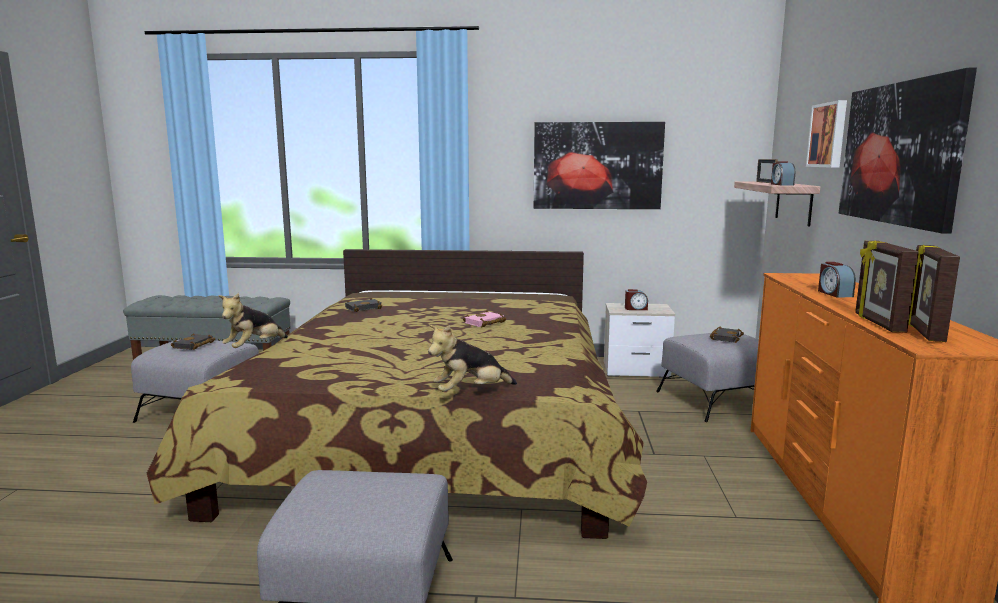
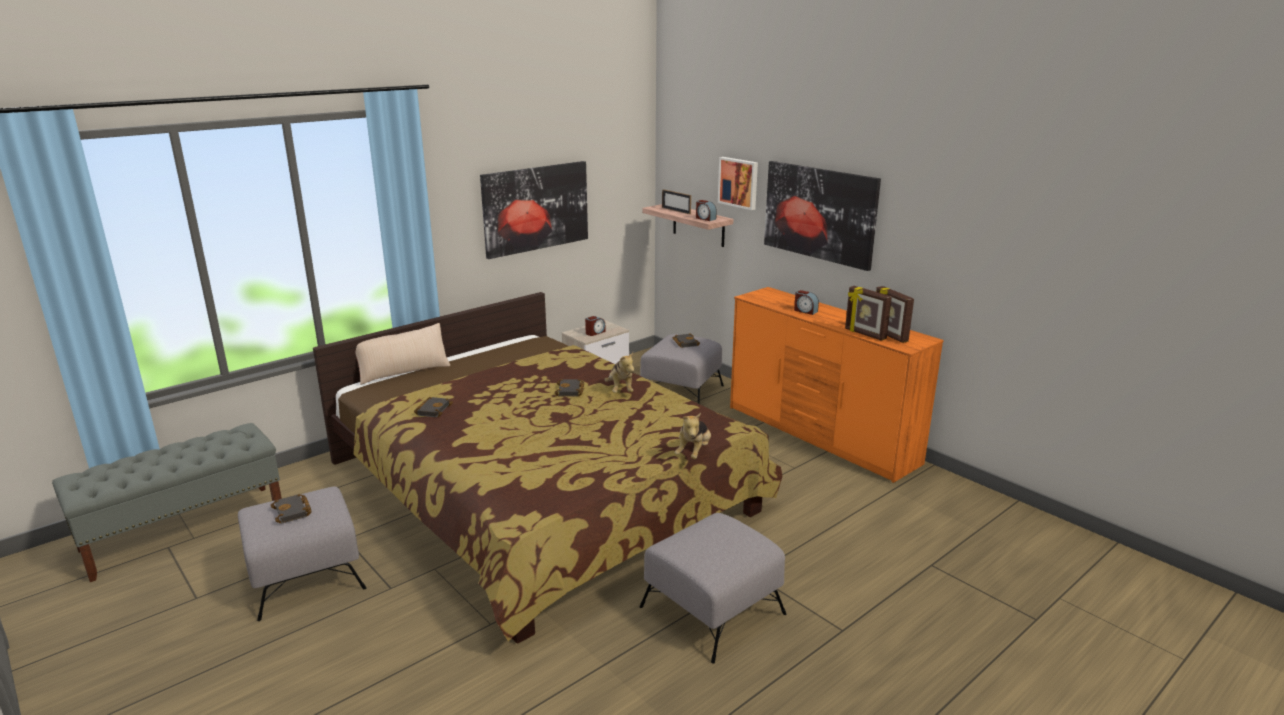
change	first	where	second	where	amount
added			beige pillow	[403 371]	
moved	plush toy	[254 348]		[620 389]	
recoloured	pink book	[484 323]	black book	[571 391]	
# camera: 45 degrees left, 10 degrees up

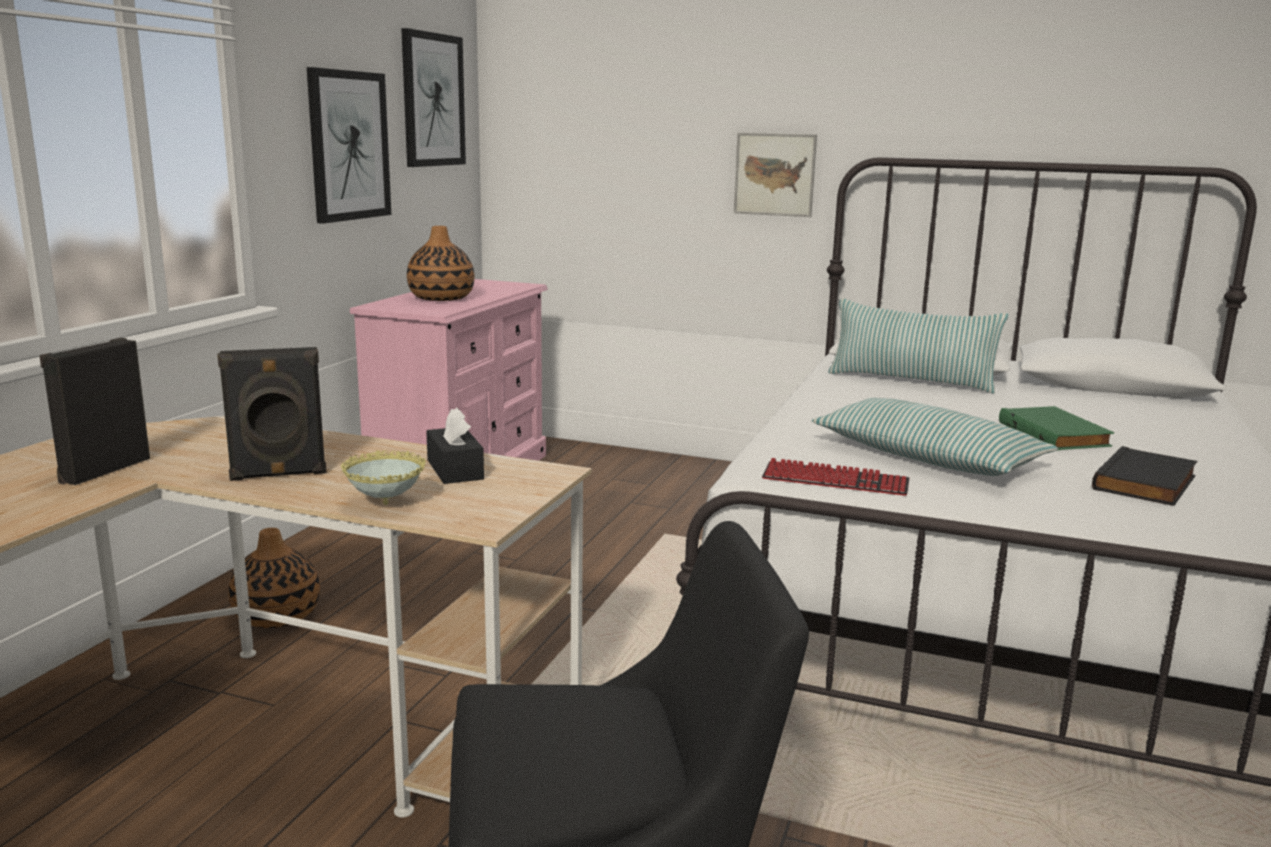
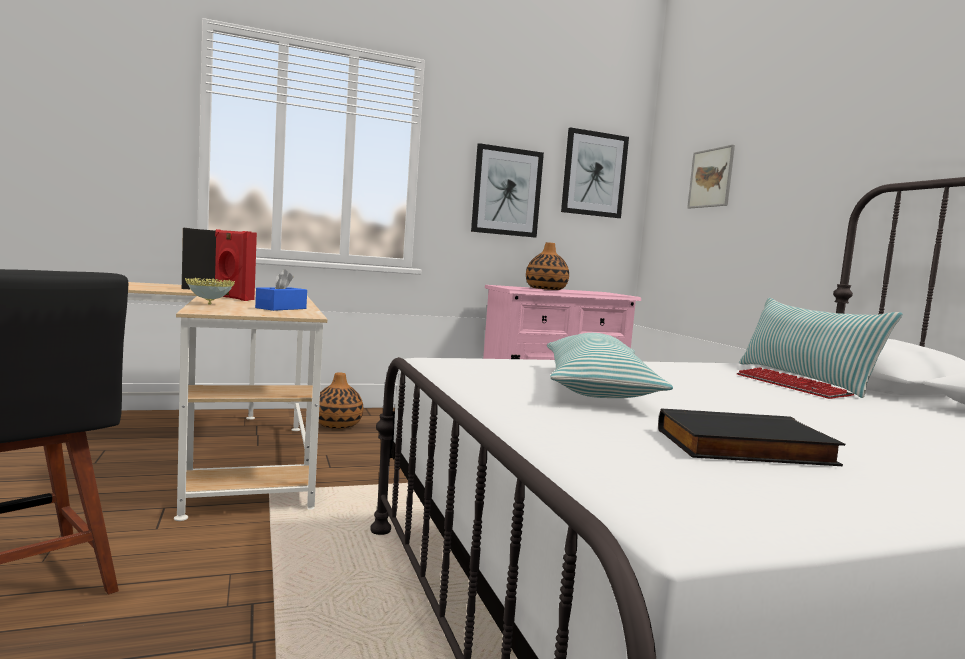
change	first	where	second	where	amount
removed	green book	[1055 434]			
moved	picture	[774 174]		[711 178]	
moved	keyboard	[835 481]		[790 386]	
recoloured	black speaker	[278 474]	red speaker	[232 298]	
recoloured	black tissue box	[455 470]	blue tissue box	[281 308]	
# camera: 50 degrees right, 10 degrees down

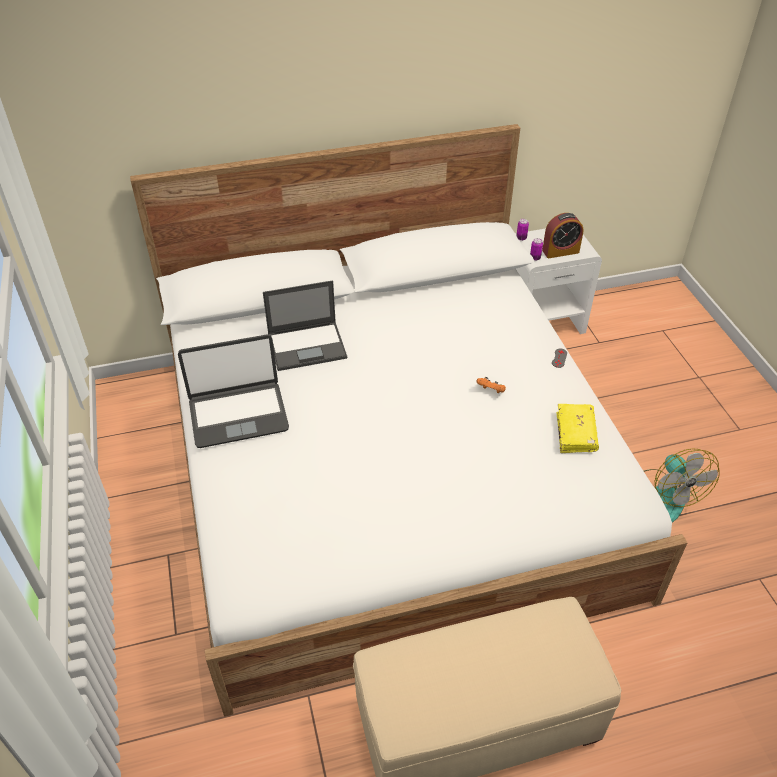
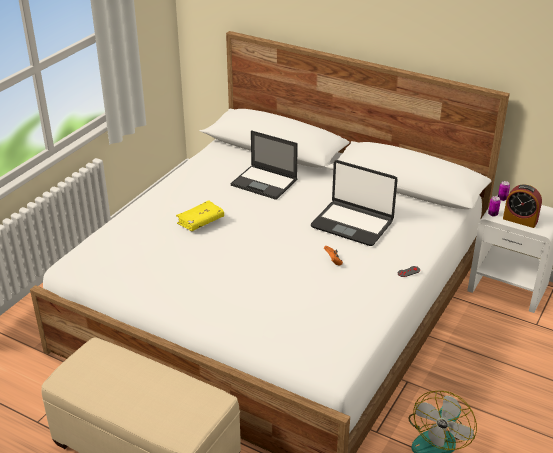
change	first	where	second	where	amount
moved	laptop	[238 414]		[352 224]	
moved	yellow book	[575 433]		[200 221]	
# camera: 45 degrees right, 10 degrees down

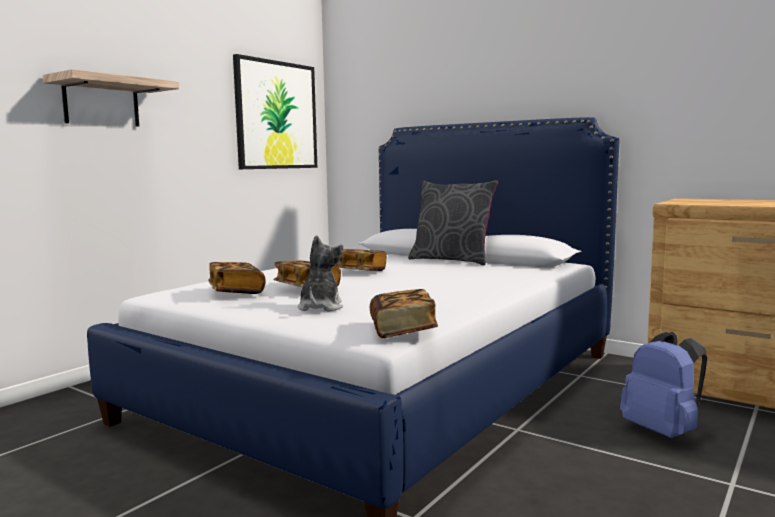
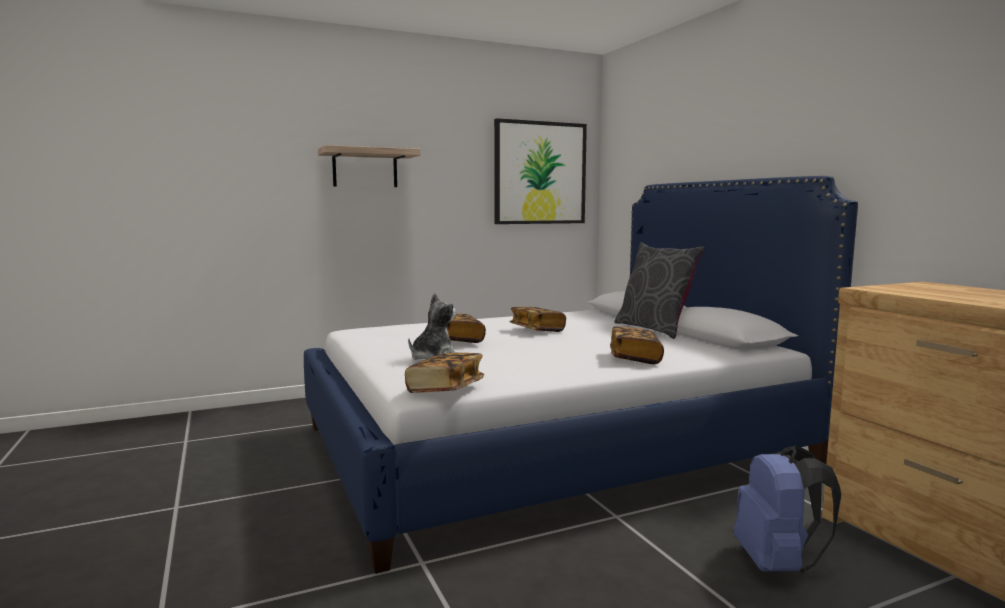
change	first	where	second	where	amount
moved	book	[236 291]		[635 358]	
# camera: 30 degrees right, 0 degrees up

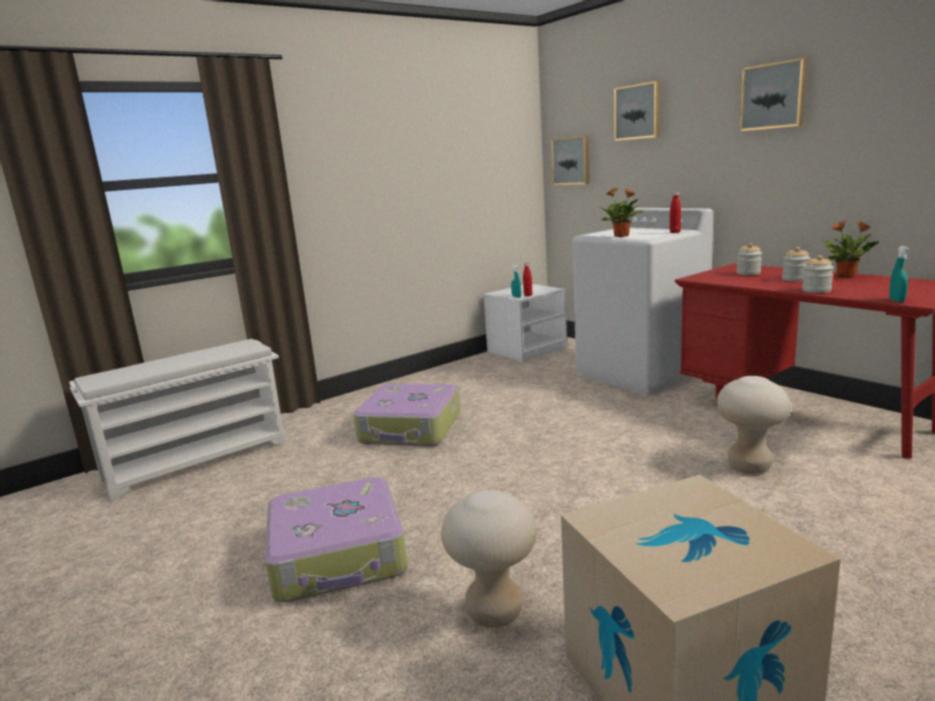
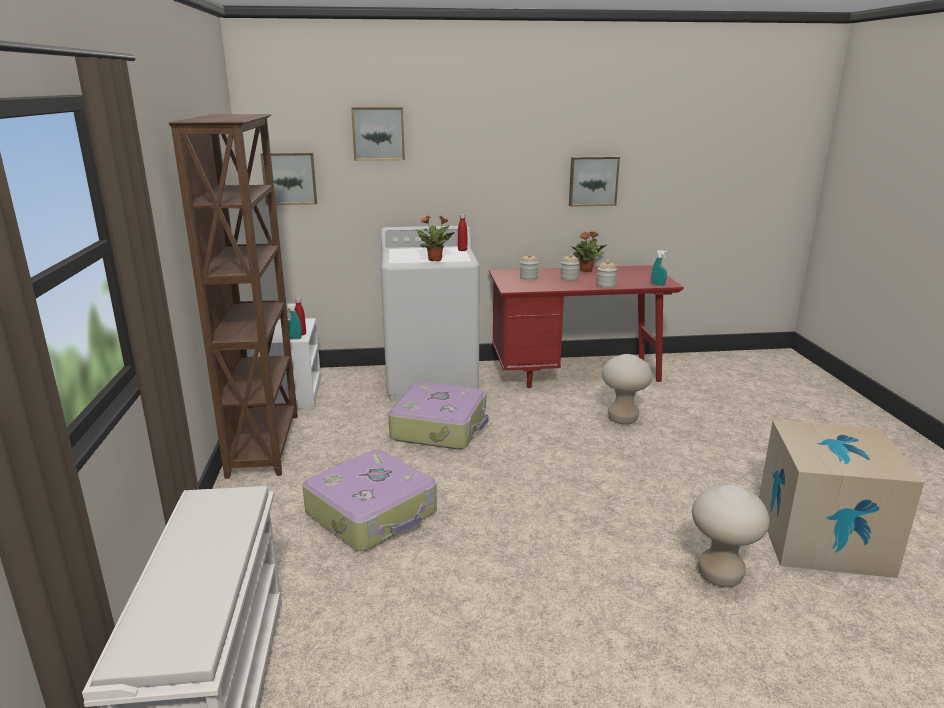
change	first	where	second	where	amount
added			brown bookcase	[265 444]	
moved	suitcase	[339 556]		[440 427]	
moved	picture	[773 96]		[593 181]	
# camera: 60 degrees left, 5 degrees up

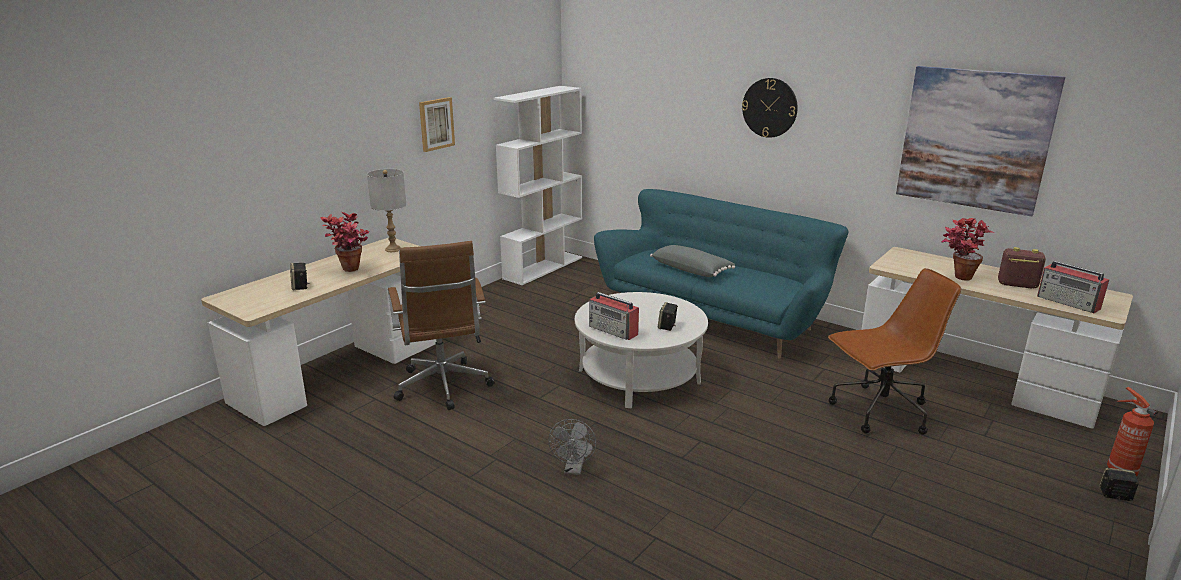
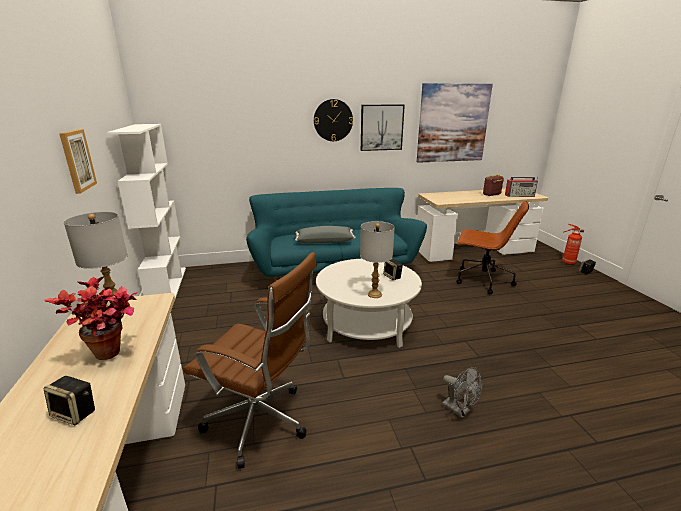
change	first	where	second	where	amount
removed	potted plant	[956 277]			
added			picture	[381 127]	
replaced	radio	[613 330]	grey table lamp	[375 294]	
turned	brown office chair	[879 412]		[482 280]	90 degrees clockwise
# camera: 50 degrees left, 0 degrees up

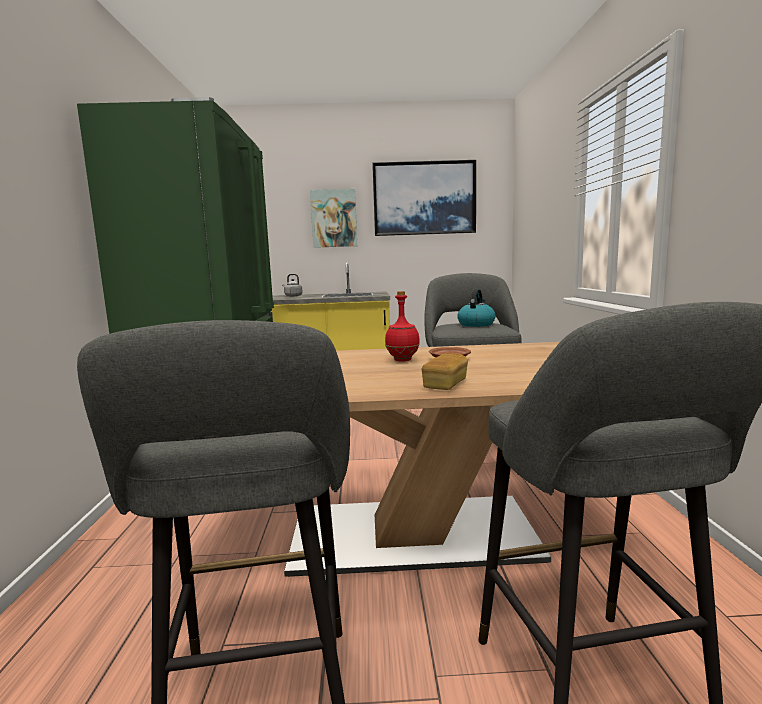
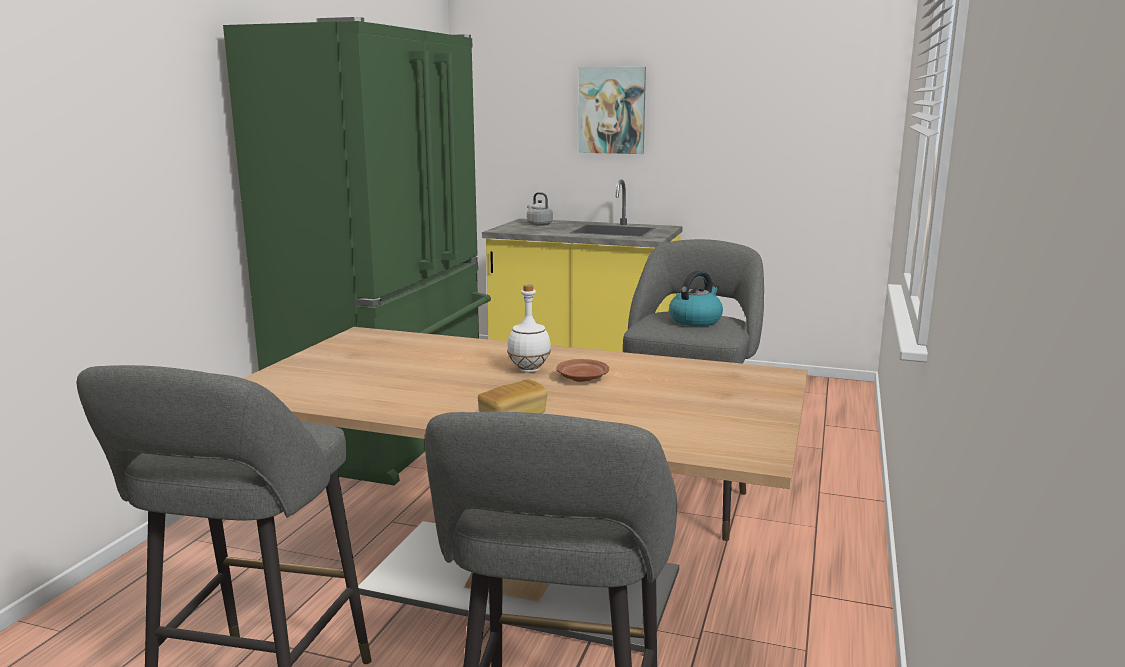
change	first	where	second	where	amount
removed	picture	[424 198]			
recoloured	red bottle	[402 360]	white bottle	[529 370]	
# camera: 20 degrees right, 5 degrees up

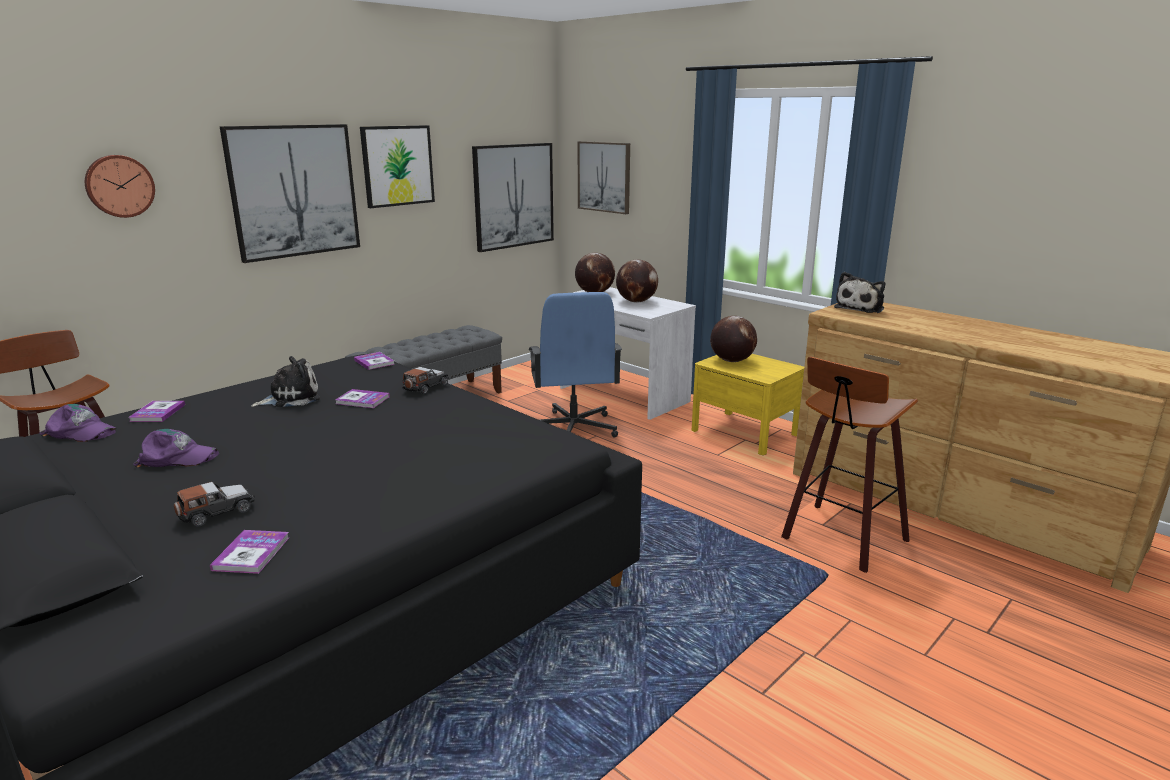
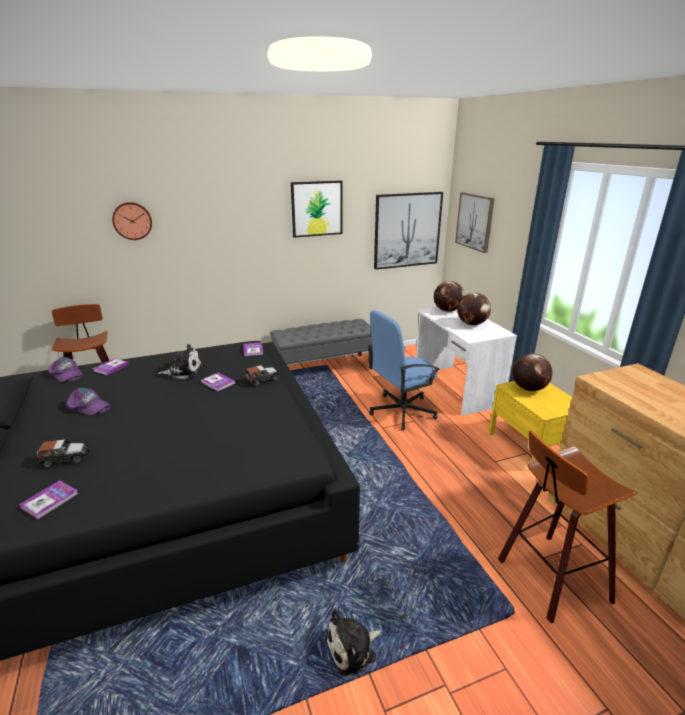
change	first	where	second	where	amount
removed	picture	[294 191]			
moved	plush toy	[861 308]		[353 648]	
turned	blue office chair	[573 429]		[401 411]	45 degrees clockwise
# camera: 25 degrees right, 5 degrees up

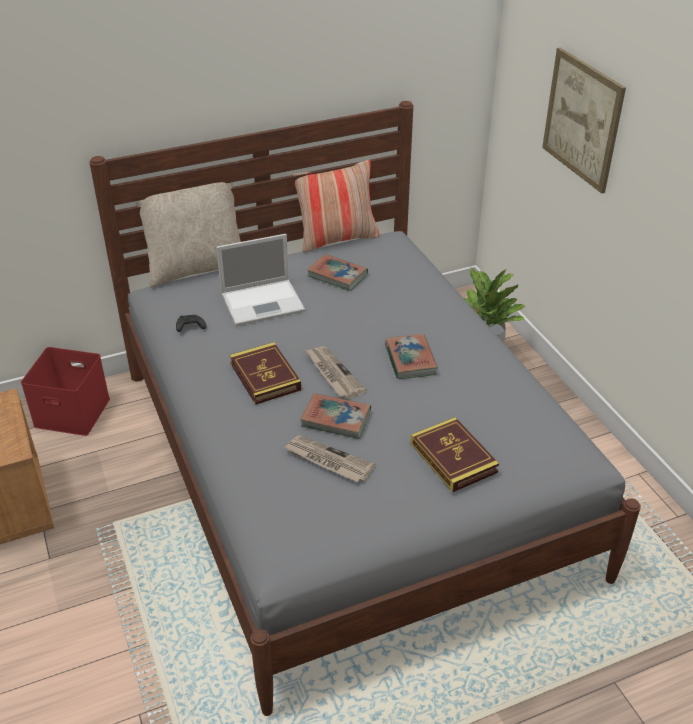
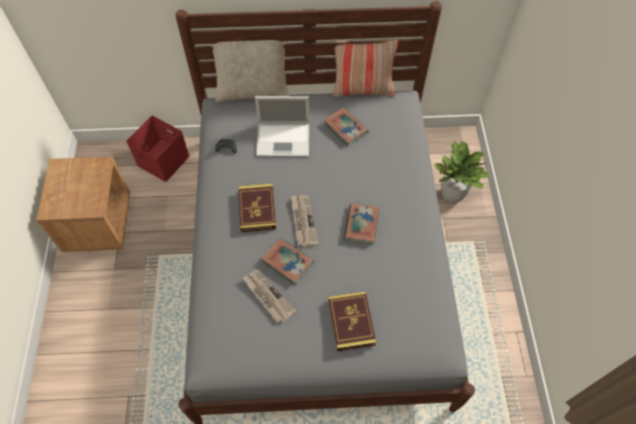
change	first	where	second	where	amount
removed	picture	[582 119]			
# camera: 20 degrees right, 20 degrees up

